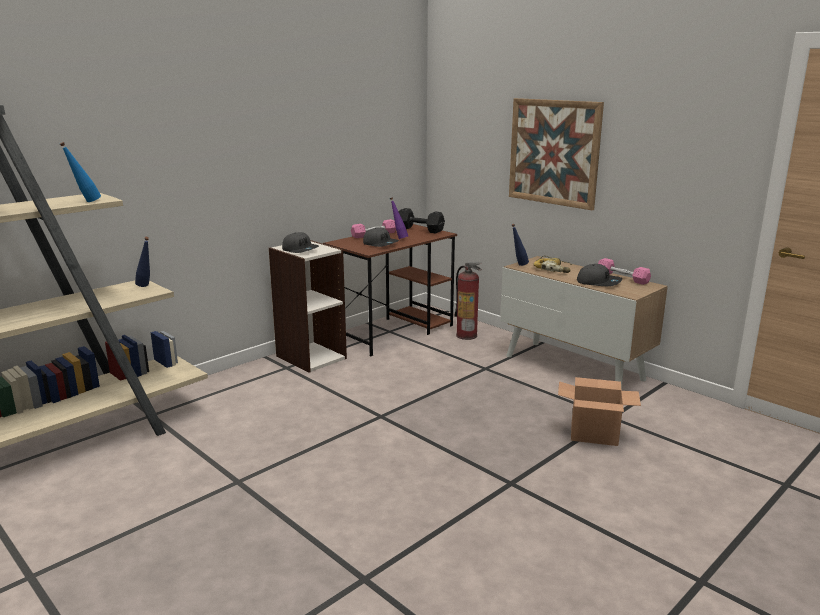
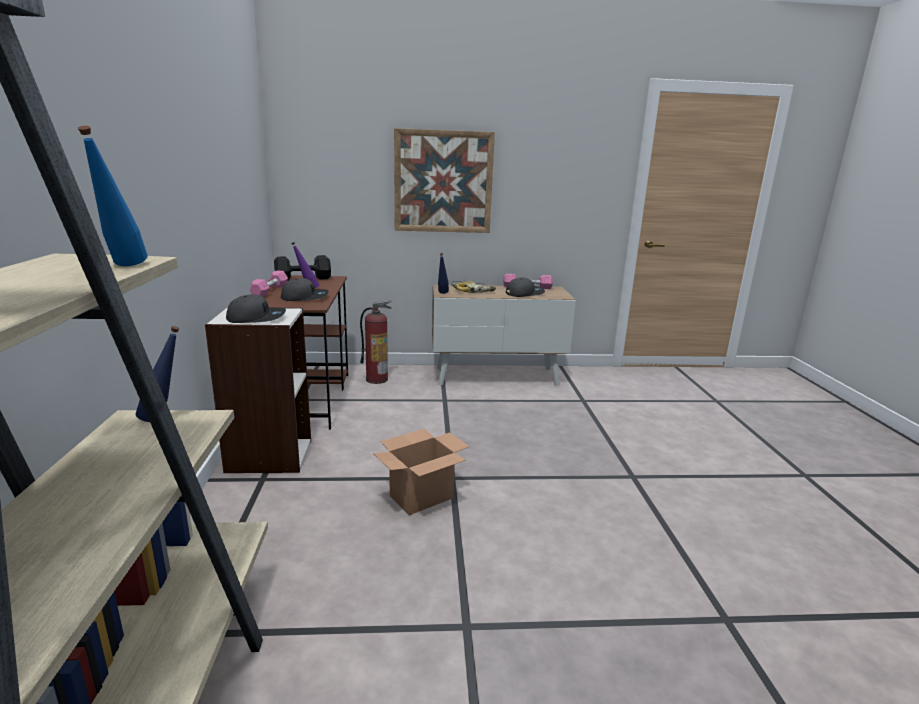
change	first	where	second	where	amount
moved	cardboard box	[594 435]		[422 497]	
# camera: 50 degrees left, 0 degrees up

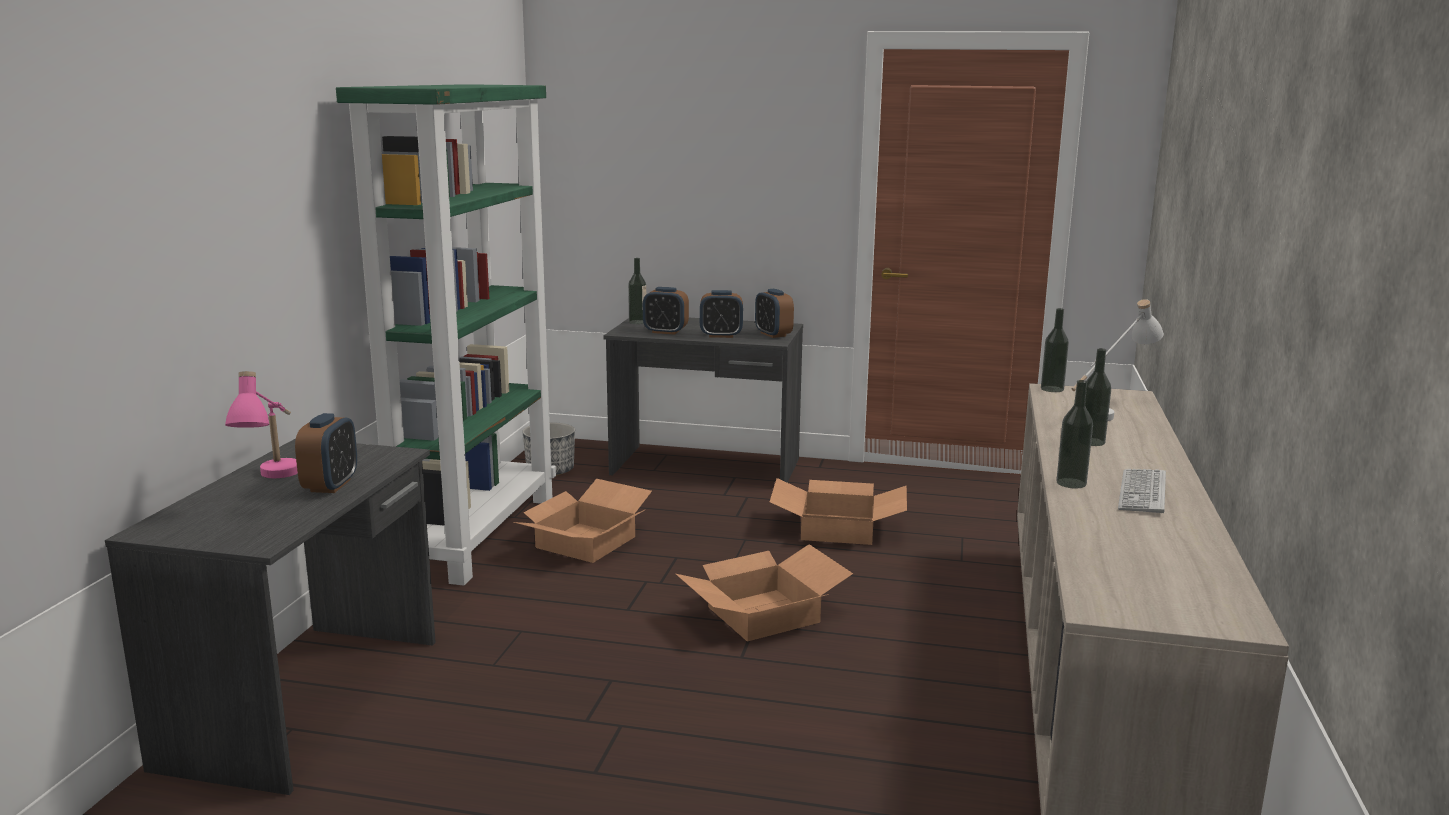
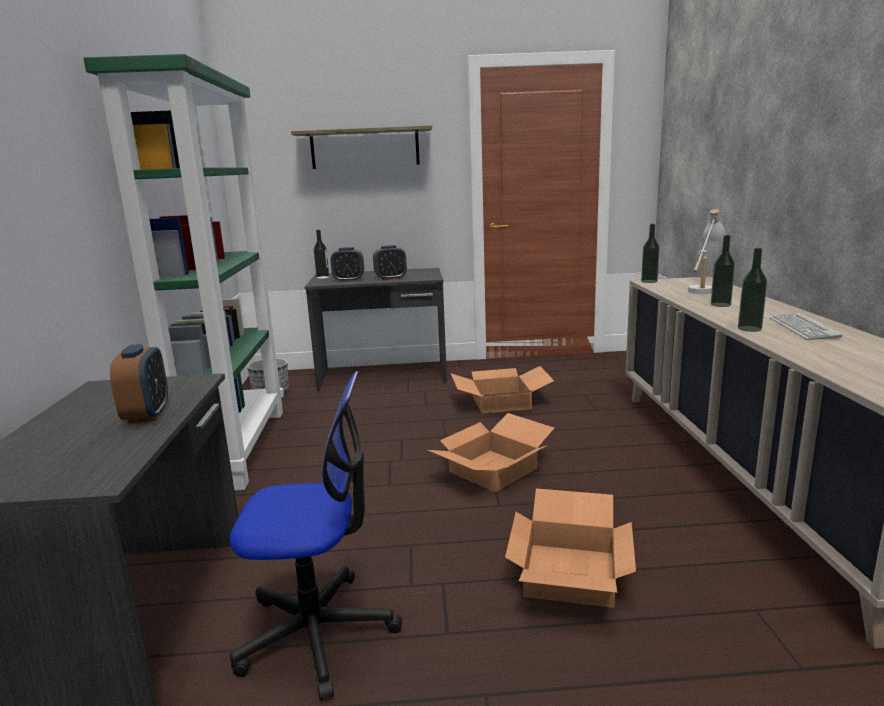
change	first	where	second	where	amount
removed	pink table lamp	[274 481]			
removed	alarm clock	[773 334]			
added			office chair	[317 633]	
added			shelf	[365 148]	
moved	cardboard box	[585 541]		[568 572]	
# camera: 15 degrees left, 0 degrees up

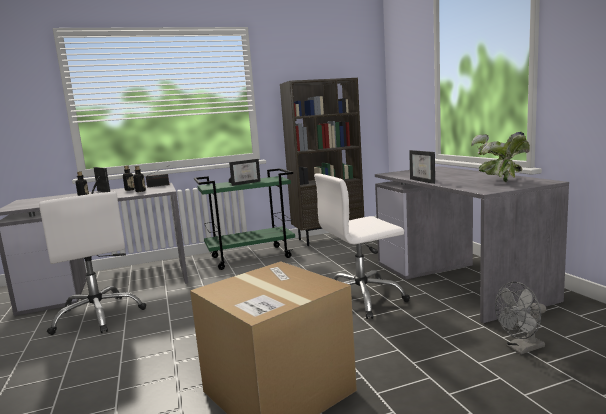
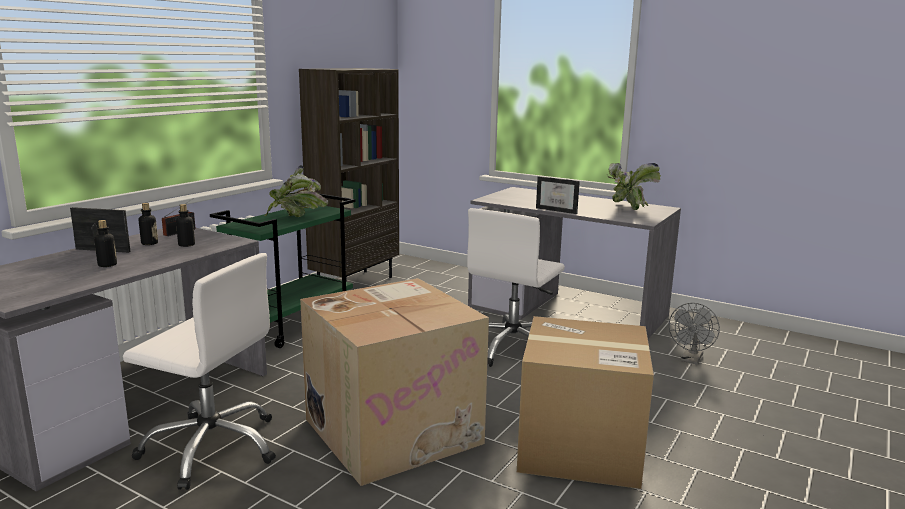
change	first	where	second	where	amount
added			cardboard box	[393 429]	
replaced	picture frame	[245 183]	potted plant	[296 218]	
# camera: 40 degrees left, 5 degrees up

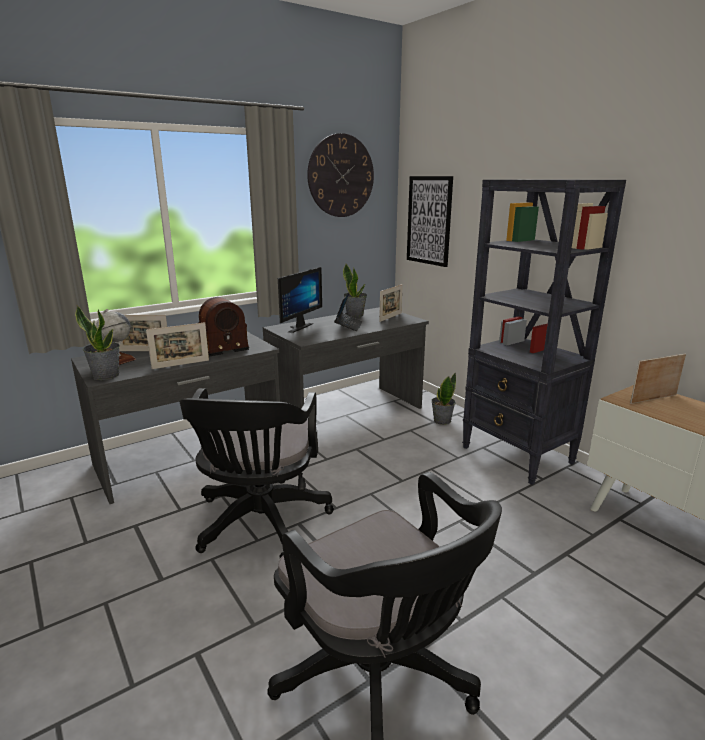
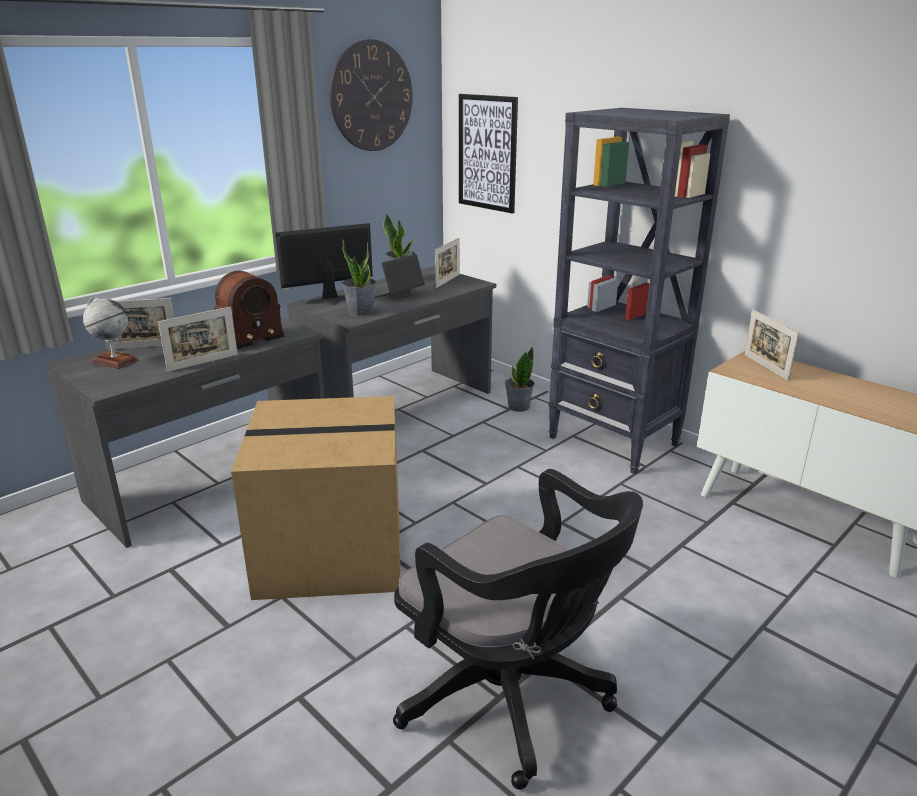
change	first	where	second	where	amount
moved	potted plant	[106 375]		[360 312]	
replaced	black office chair	[260 525]	cardboard box	[329 551]	
turned	monitor	[296 327]		[332 301]	135 degrees counterclockwise
turned	laptop	[348 326]		[398 296]	135 degrees counterclockwise
turned	picture frame	[653 399]		[765 367]	75 degrees counterclockwise
# camera: 10 degrees left, 5 degrees up

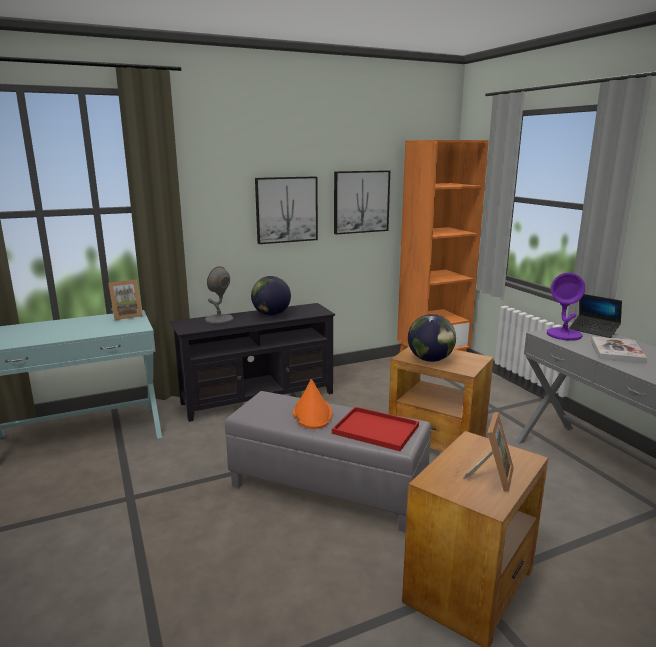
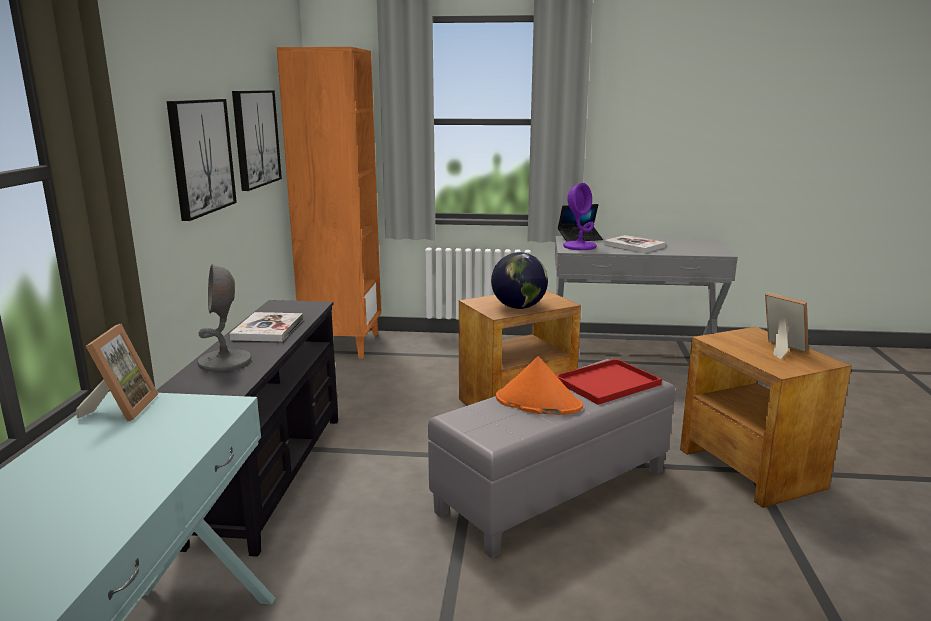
change	first	where	second	where	amount
replaced	globe	[271 314]	book	[268 329]	
# camera: 60 degrees left, 0 degrees up

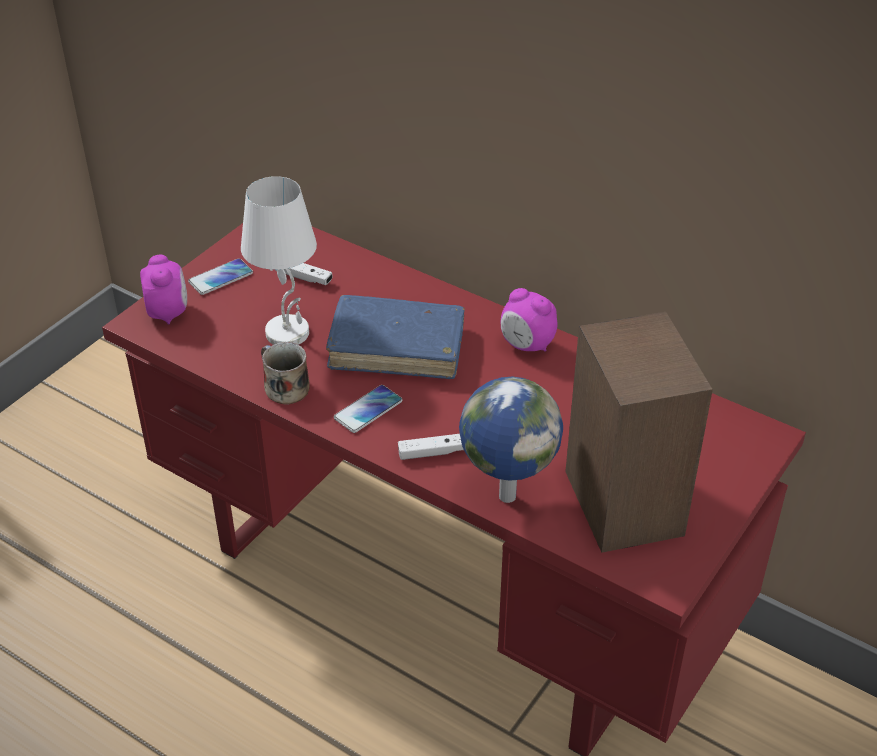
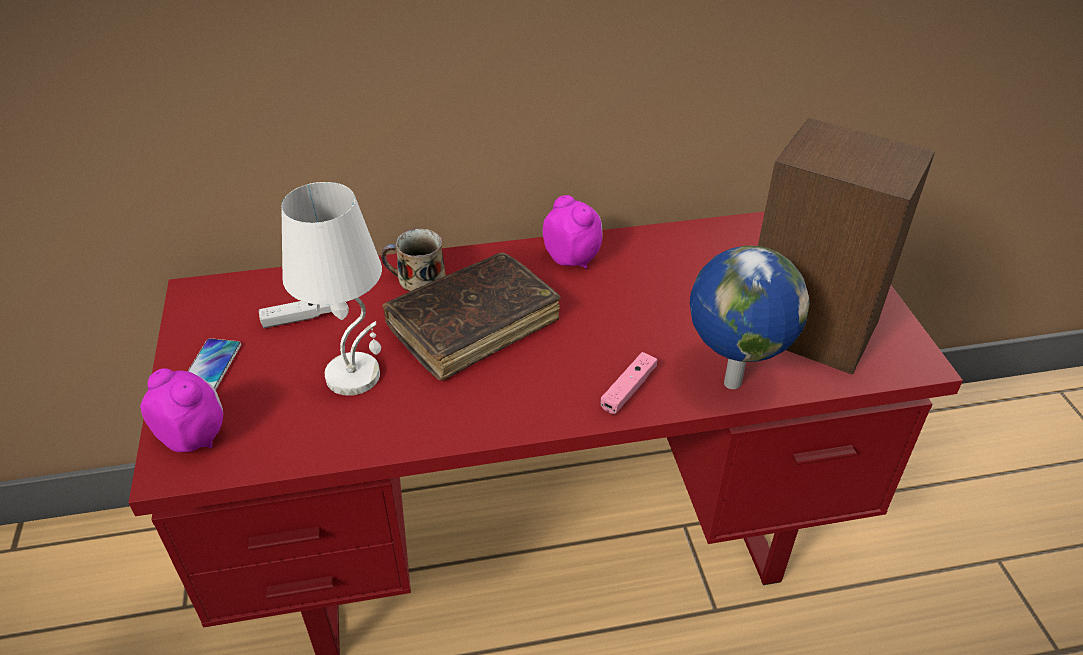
change	first	where	second	where	amount
removed	phone	[368 410]			
moved	mug	[284 387]		[418 279]	
recoloured	blue book	[397 348]	brown book	[473 325]	
recoloured	white game controller	[433 452]	pink game controller	[628 389]	
turned	alarm clock	[526 345]		[572 258]	120 degrees counterclockwise
# camera: 45 degrees left, 0 degrees up

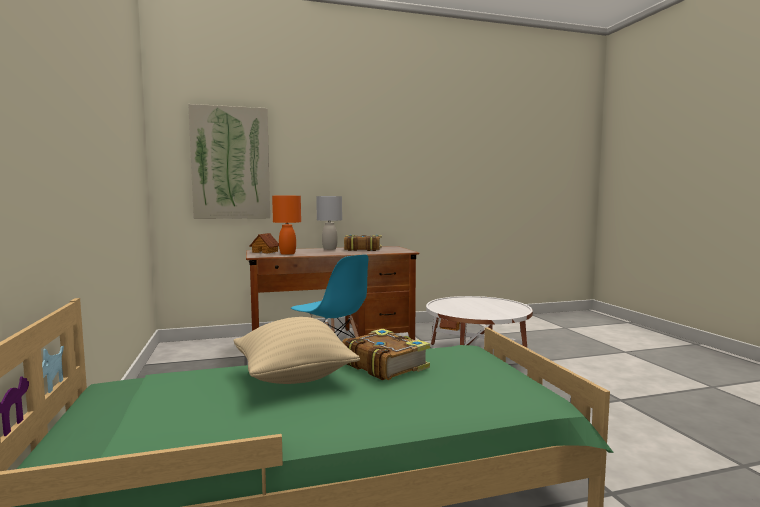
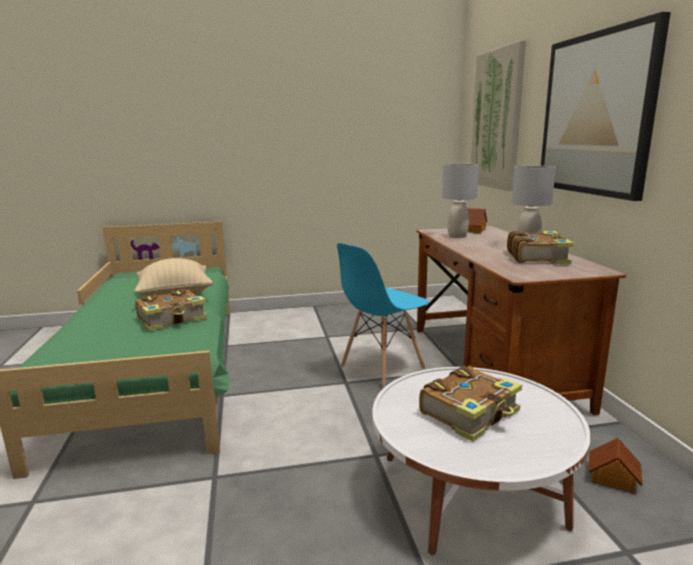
change	first	where	second	where	amount
added			book	[471 413]	
added			picture	[596 114]	
recoloured	orange table lamp	[287 253]	grey table lamp	[457 236]	
# camera: 95 degrees right, 10 degrees up

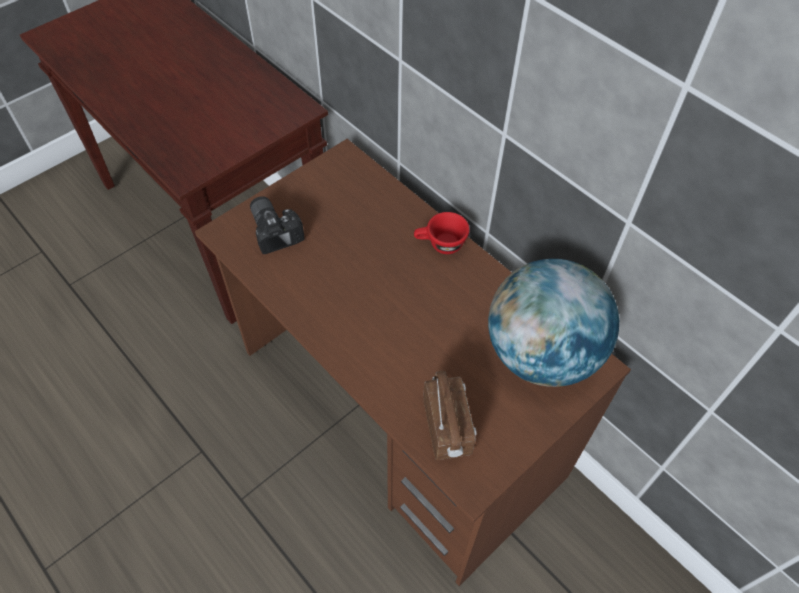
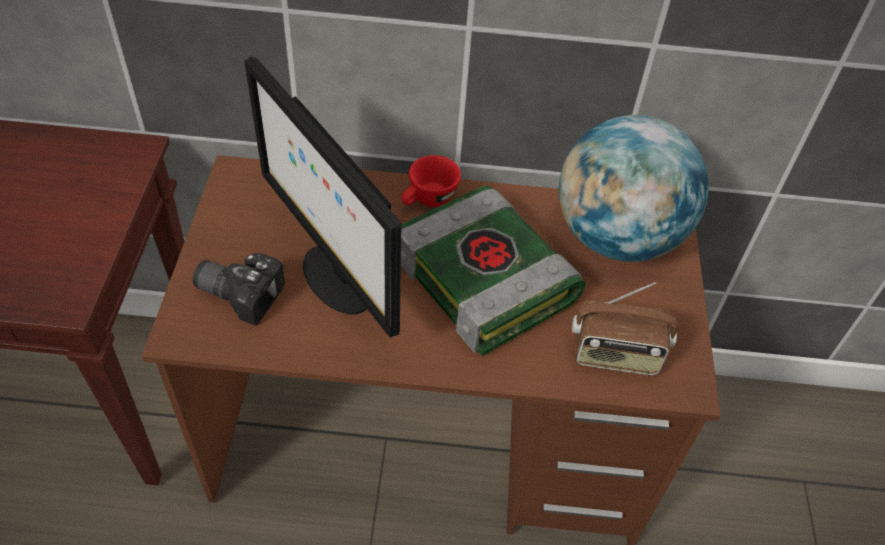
change	first	where	second	where	amount
added			monitor	[335 278]	
added			book	[488 280]	
turned	radio	[447 428]		[615 356]	150 degrees clockwise
# camera: 45 degrees left, 5 degrees down

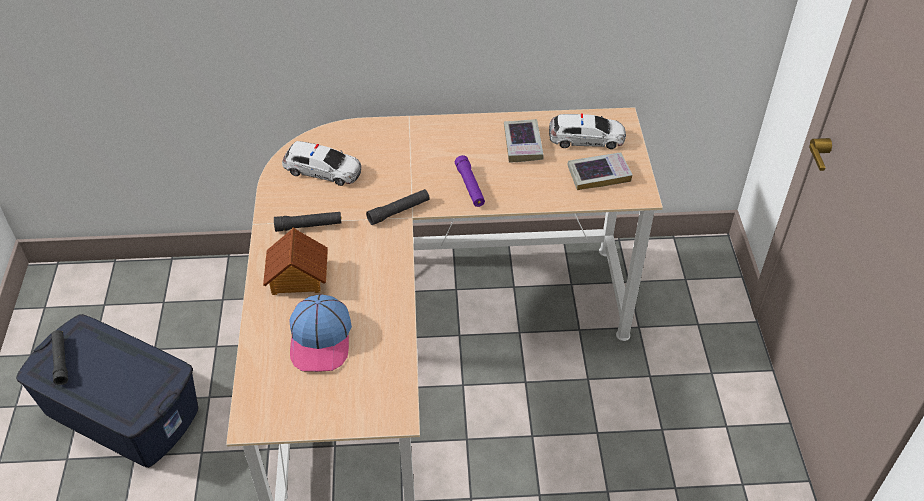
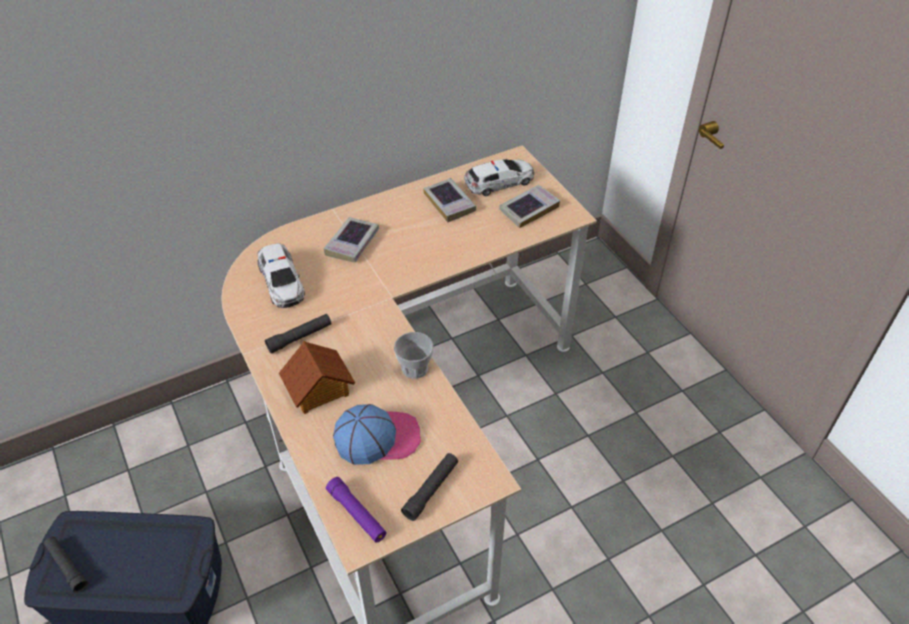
change	first	where	second	where	amount
added			book	[352 243]	
added			cup	[414 368]	
moved	black flashlight	[399 211]		[431 490]	
moved	purple flashlight	[470 186]		[357 514]	
turned	toy car	[323 170]		[282 282]	75 degrees clockwise
turned	cap	[321 339]		[377 438]	75 degrees counterclockwise
# camera: 25 degrees left, 0 degrees up

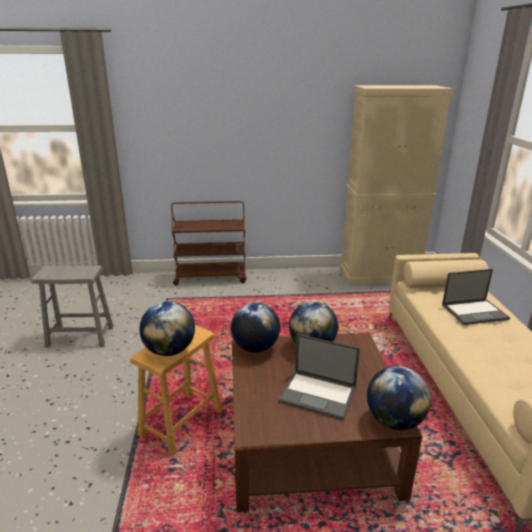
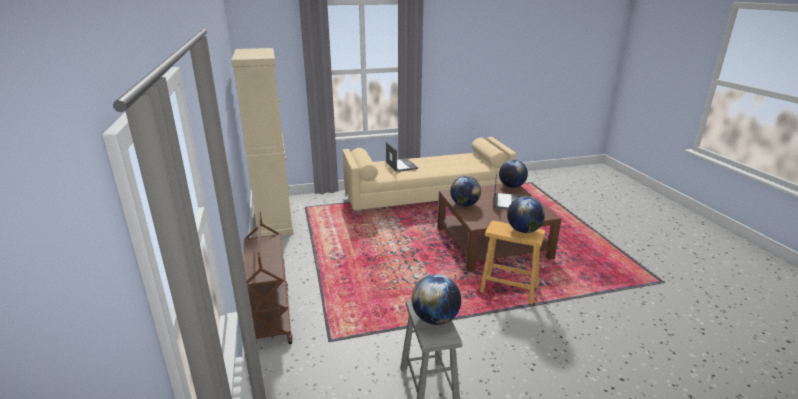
change	first	where	second	where	amount
moved	globe	[255 348]		[435 319]	
# camera: 100 degrees left, 0 degrees up

